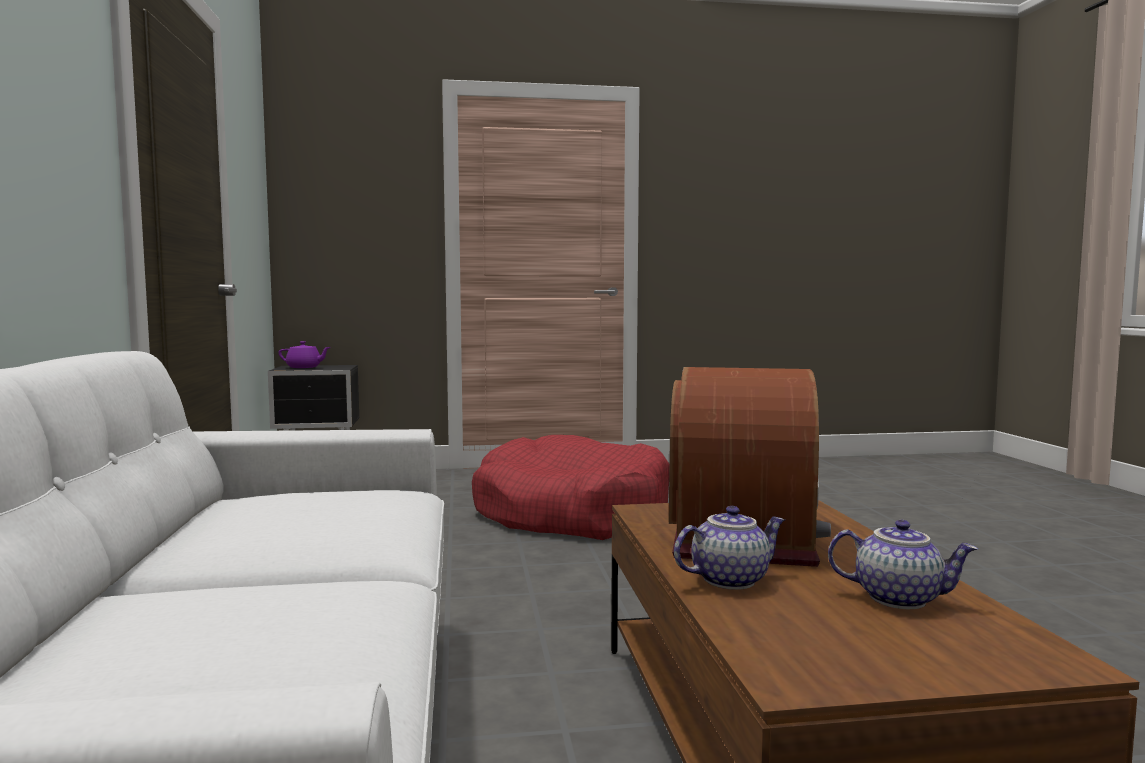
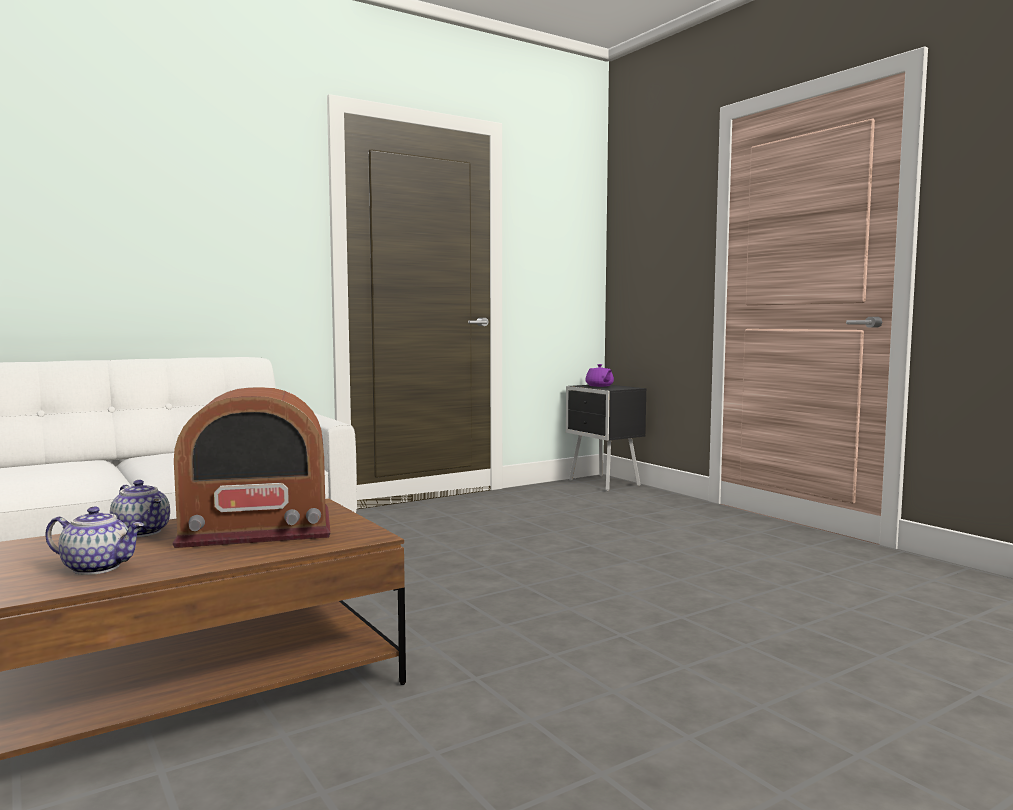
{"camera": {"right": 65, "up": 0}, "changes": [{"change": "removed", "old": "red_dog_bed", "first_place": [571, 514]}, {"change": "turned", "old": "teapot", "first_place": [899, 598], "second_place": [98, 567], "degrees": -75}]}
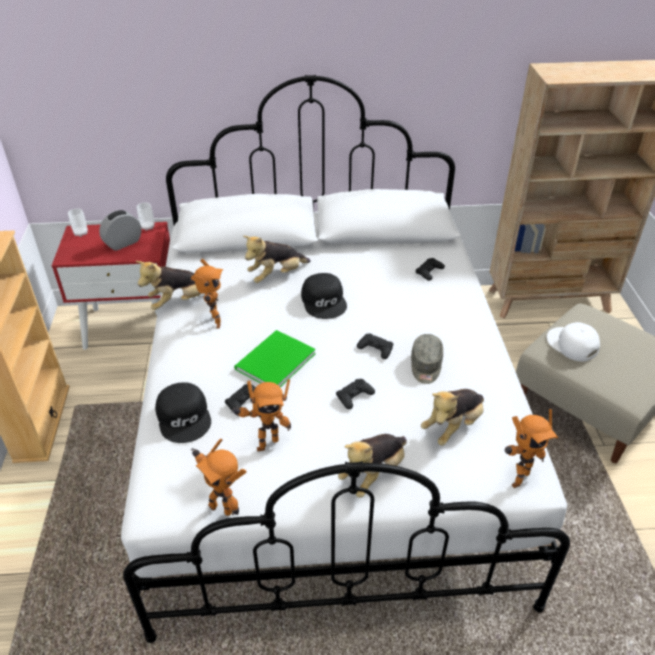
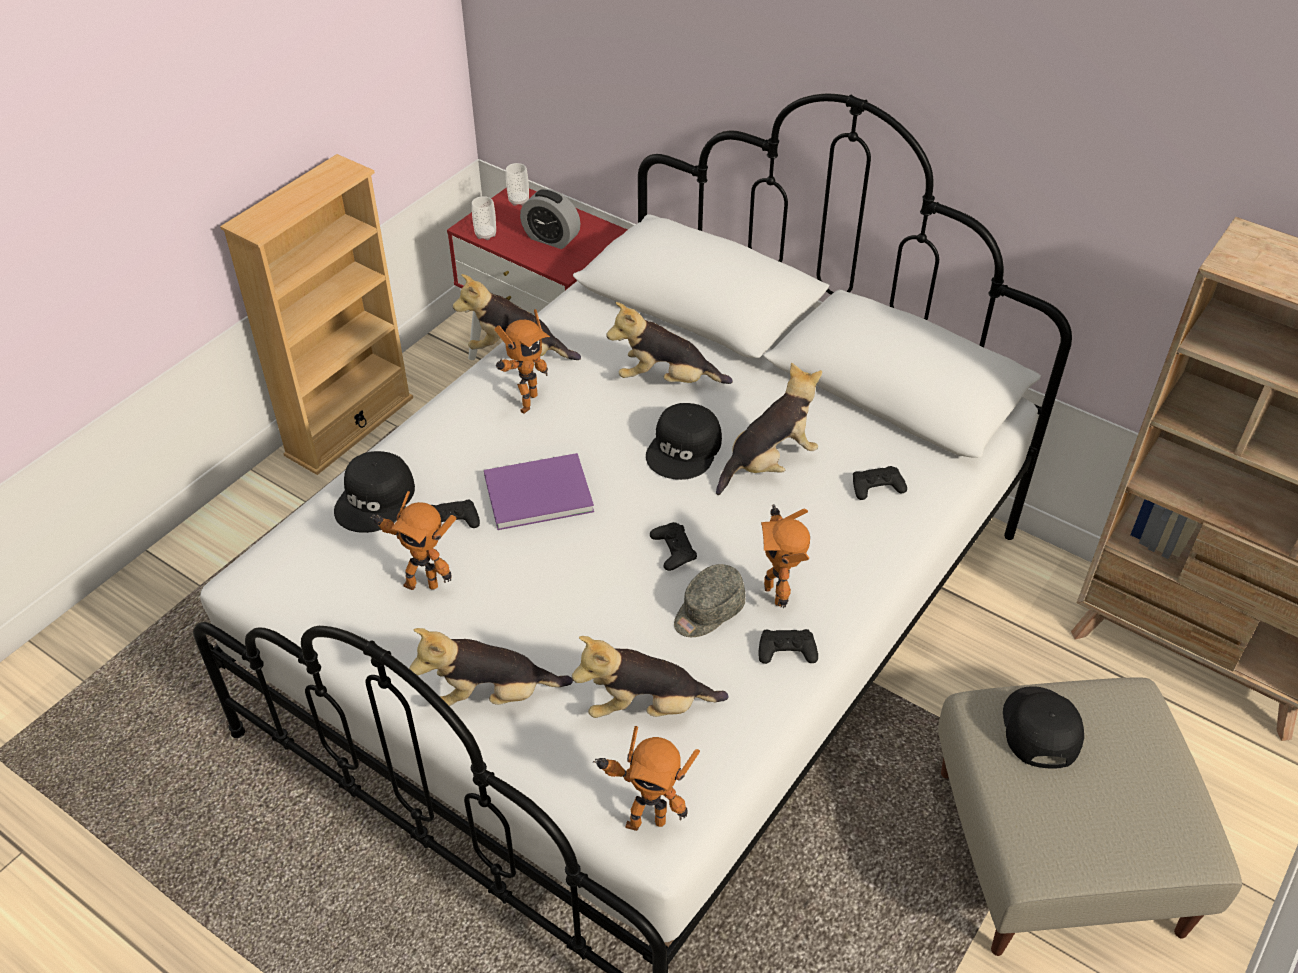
{"camera": {"right": 40, "up": 5}, "changes": [{"change": "added", "new": "plush_toy", "second_place": [769, 463]}, {"change": "moved", "old": "cup", "first_place": [148, 227], "second_place": [485, 234]}, {"change": "moved", "old": "toy_robot", "first_place": [222, 506], "second_place": [778, 593]}, {"change": "moved", "old": "black_game_controller", "first_place": [354, 396], "second_place": [787, 650]}, {"change": "recoloured", "old": "green_book", "new": "purple_book", "first_place": [273, 362], "second_place": [534, 492]}, {"change": "recoloured", "old": "white_cap", "new": "black_cap", "first_place": [571, 345], "second_place": [1039, 729]}, {"change": "turned", "old": "alarm_clock", "first_place": [123, 243], "second_place": [551, 239], "degrees": -150}]}
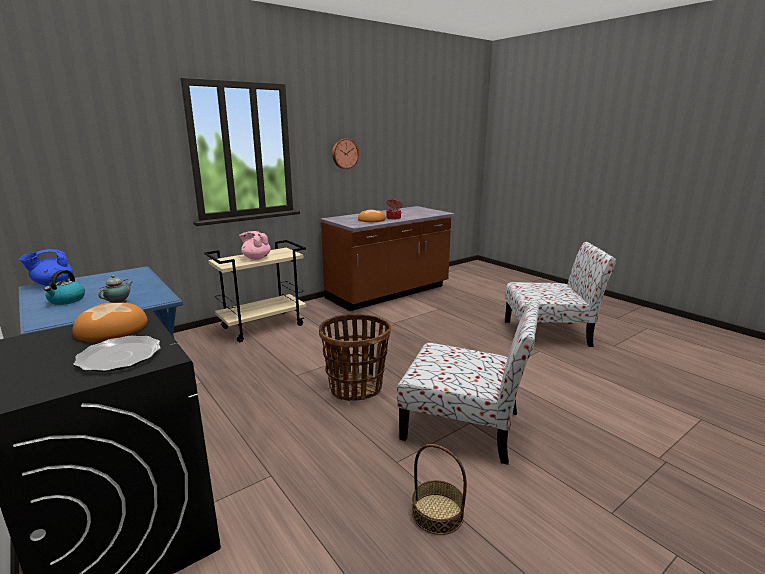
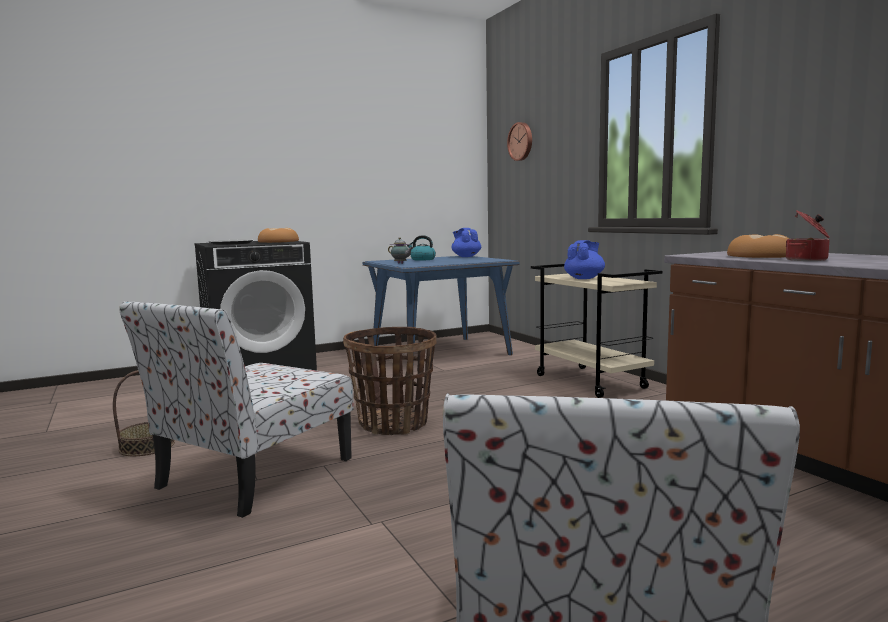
{"camera": {"right": 100, "up": -10}, "changes": [{"change": "moved", "old": "wall_clock", "first_place": [344, 153], "second_place": [521, 141]}, {"change": "recoloured", "old": "pink_teapot", "new": "blue_teapot", "first_place": [256, 258], "second_place": [584, 278]}]}
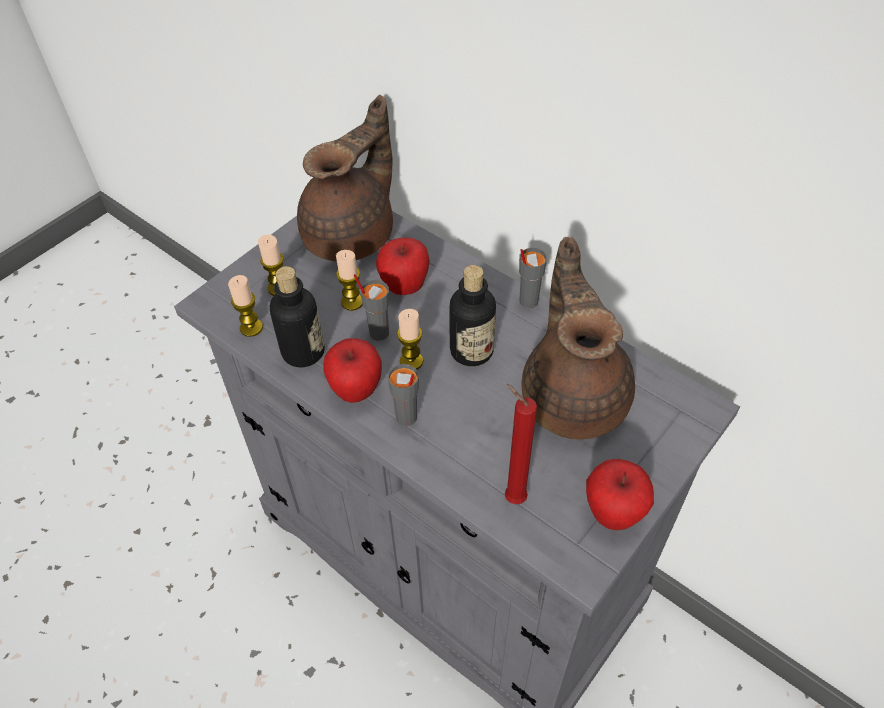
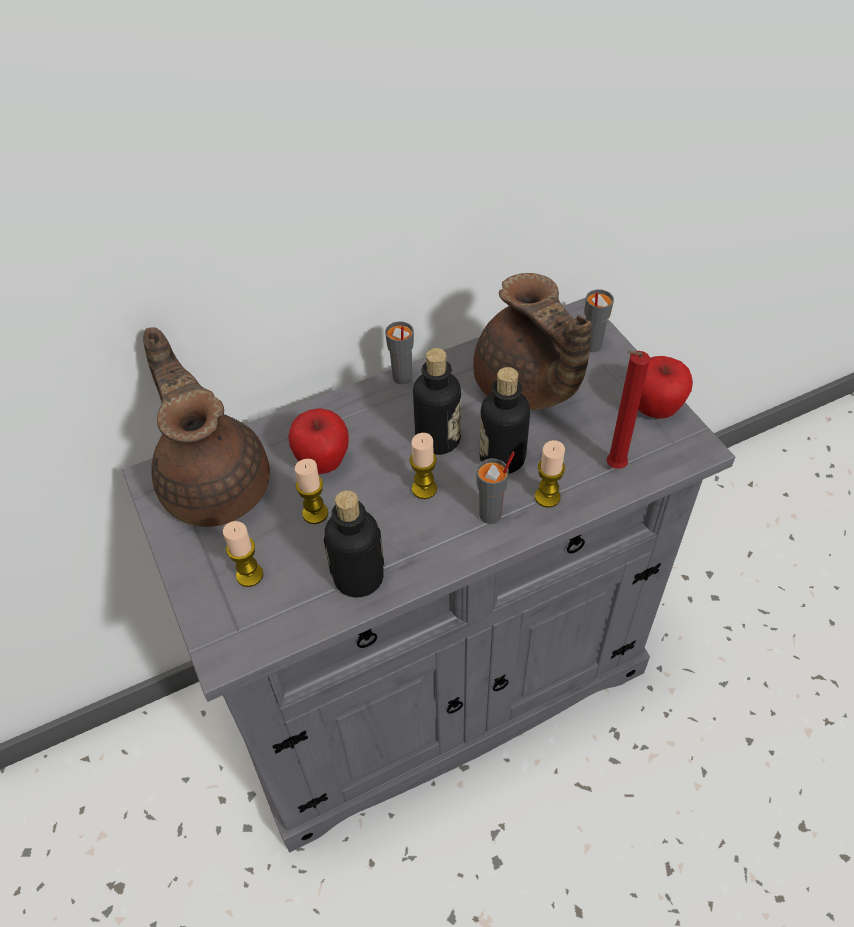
{"camera": {"right": -65, "up": 0}, "changes": [{"change": "removed", "old": "apple", "first_place": [356, 390]}, {"change": "added", "new": "bottle", "second_place": [502, 458]}, {"change": "moved", "old": "candle", "first_place": [251, 328], "second_place": [547, 497]}, {"change": "moved", "old": "grey_cup", "first_place": [378, 332], "second_place": [591, 345]}, {"change": "turned", "old": "brown_teapot", "first_place": [574, 395], "second_place": [527, 387], "degrees": -135}]}
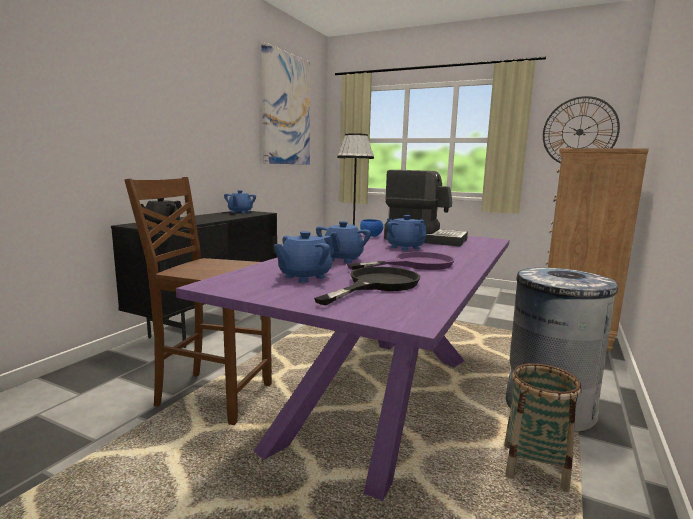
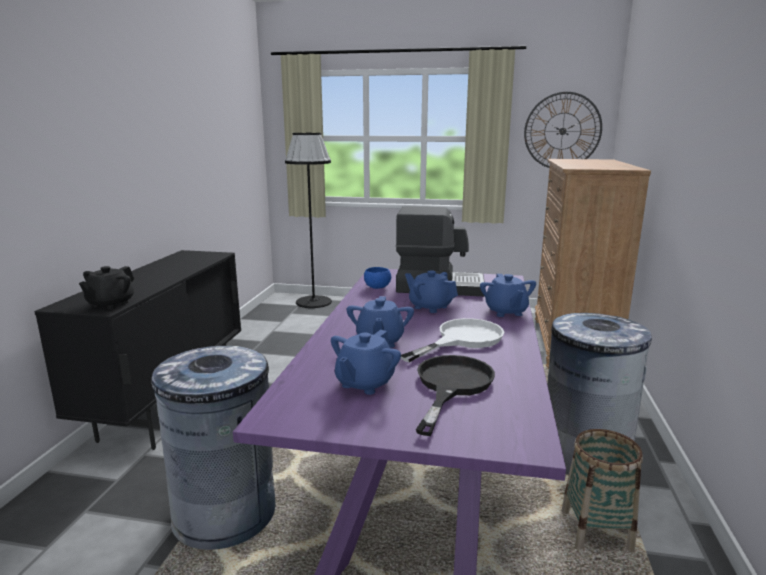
{"camera": {"right": -15, "up": 5}, "changes": [{"change": "removed", "old": "picture", "first_place": [286, 109]}, {"change": "moved", "old": "blue_teapot", "first_place": [240, 212], "second_place": [506, 312]}, {"change": "replaced", "old": "brown_chair", "new": "grey_trash_can", "first_place": [212, 395], "second_place": [225, 513]}, {"change": "recoloured", "old": "purple_frying_pan", "new": "white_frying_pan", "first_place": [414, 264], "second_place": [462, 339]}]}
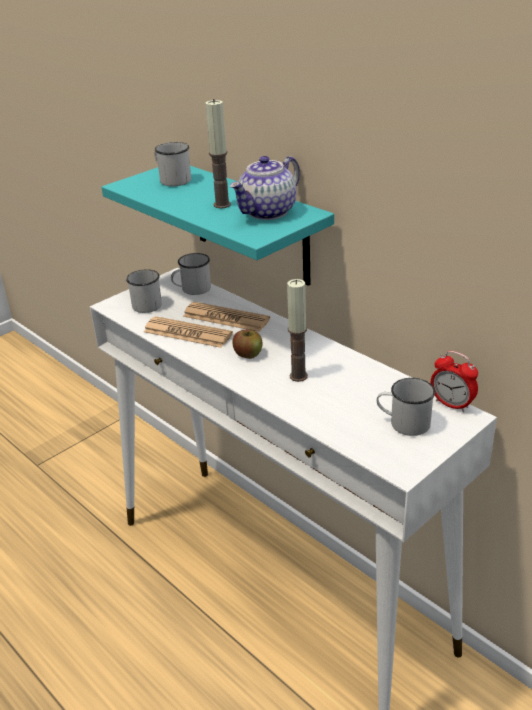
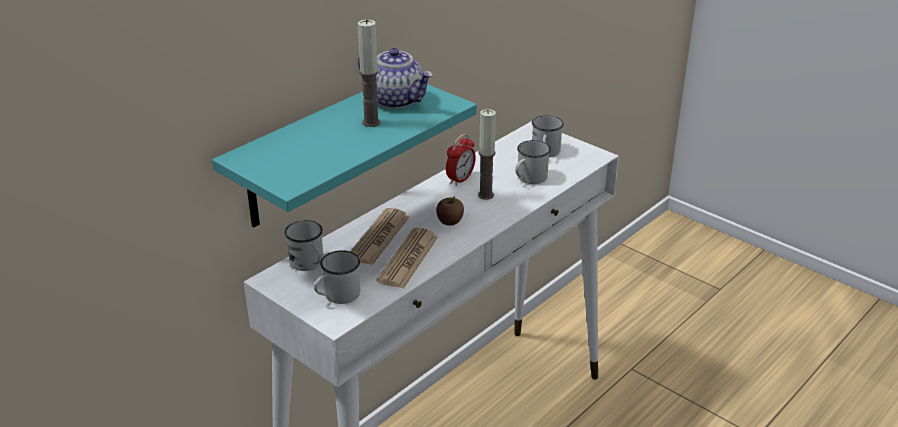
{"camera": {"right": -95, "up": 0}, "changes": [{"change": "moved", "old": "white_mug", "first_place": [172, 179], "second_place": [529, 179]}, {"change": "moved", "old": "alarm_clock", "first_place": [452, 404], "second_place": [460, 179]}]}
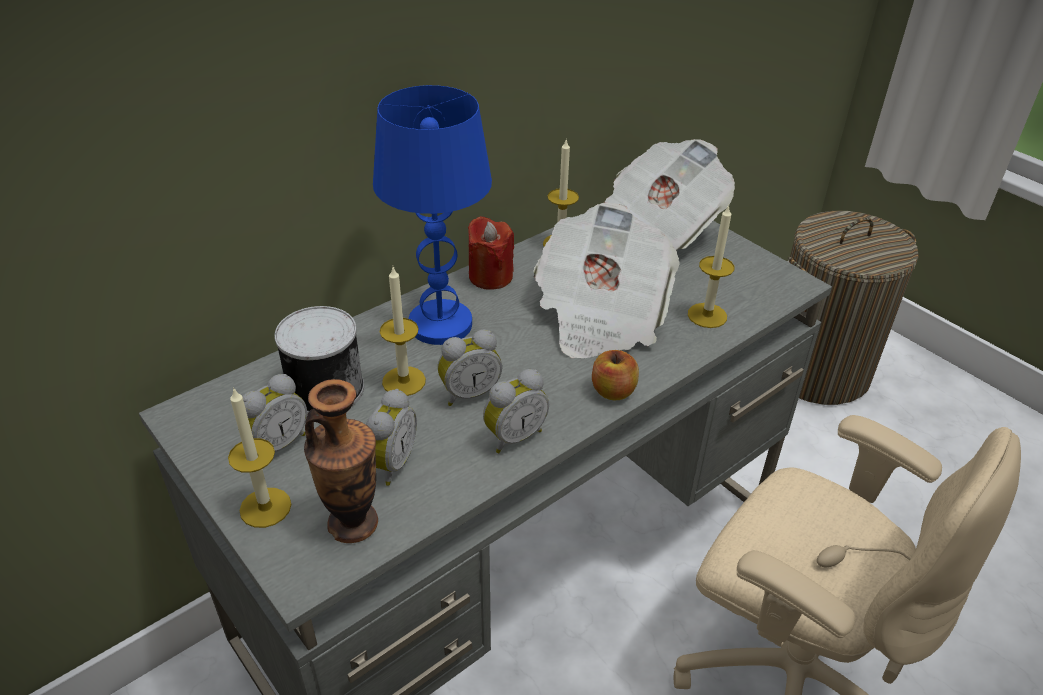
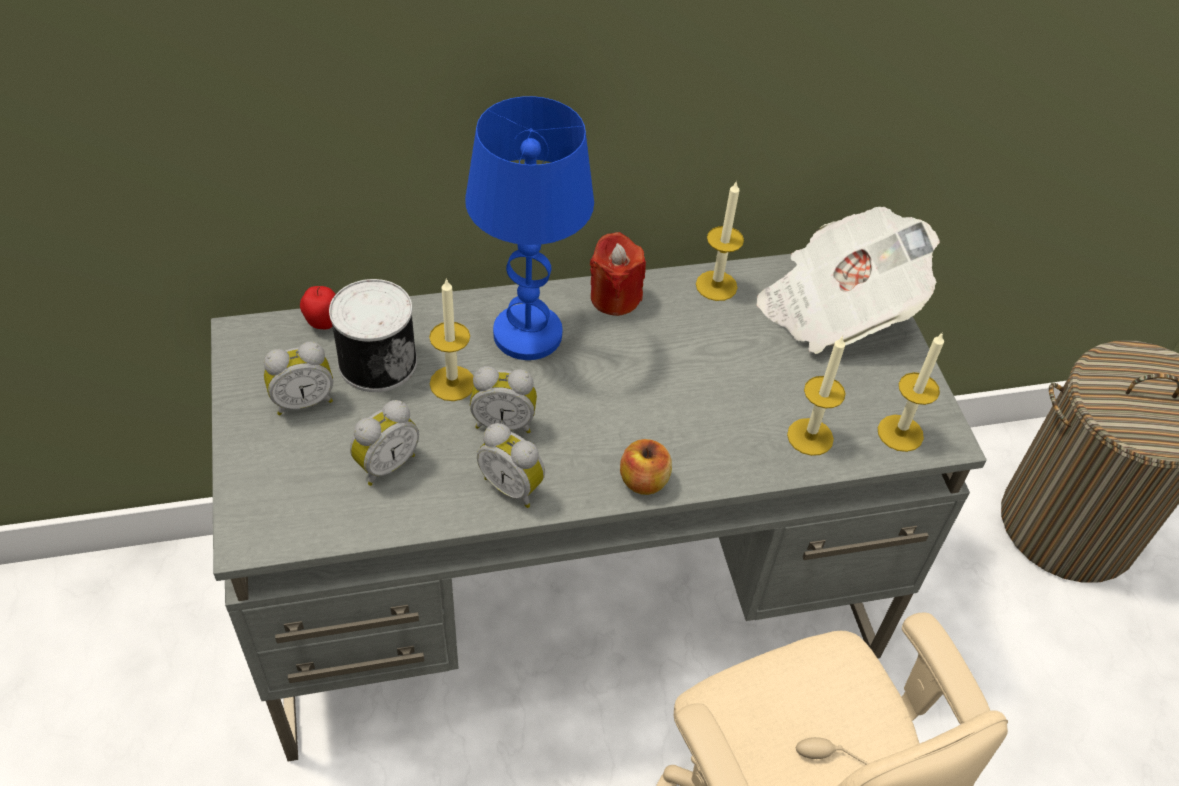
{"camera": {"right": 25, "up": 10}, "changes": [{"change": "removed", "old": "vase", "first_place": [353, 523]}, {"change": "removed", "old": "newspaper", "first_place": [600, 314]}, {"change": "added", "new": "apple", "second_place": [323, 323]}, {"change": "moved", "old": "candle", "first_place": [265, 507], "second_place": [900, 433]}, {"change": "turned", "old": "alarm_clock", "first_place": [513, 436], "second_place": [513, 486], "degrees": 45}]}
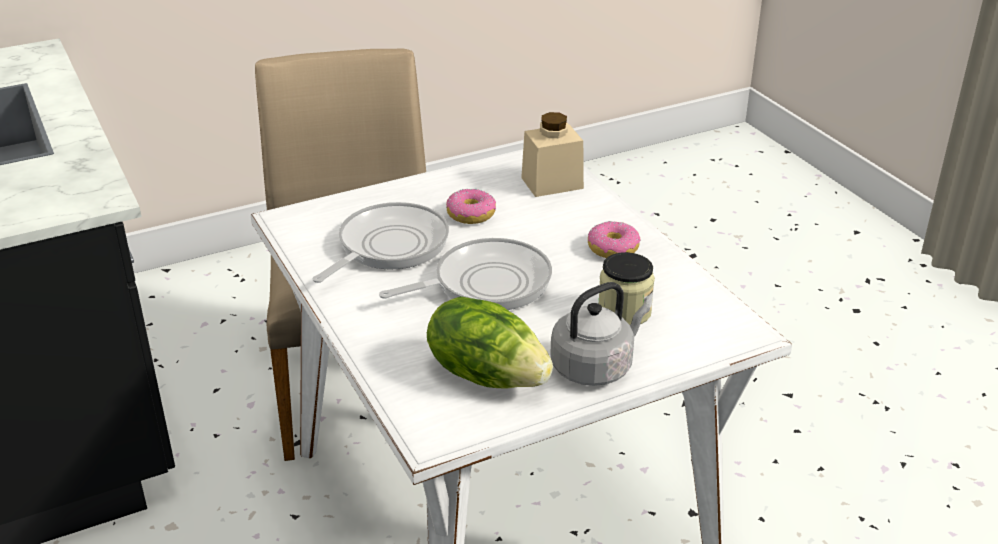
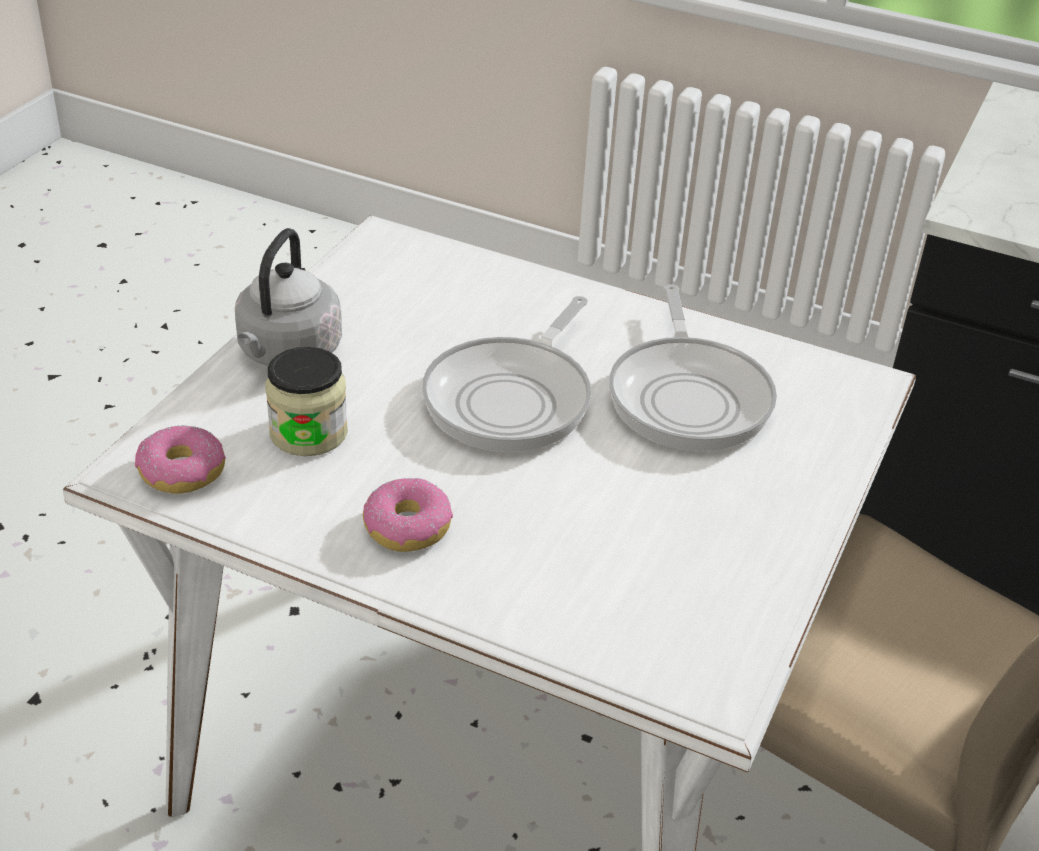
{"camera": {"right": 140, "up": 5}, "changes": [{"change": "removed", "old": "lettuce", "first_place": [487, 374]}, {"change": "removed", "old": "beige_jar", "first_place": [552, 183]}, {"change": "moved", "old": "donut", "first_place": [471, 214], "second_place": [181, 472]}]}
